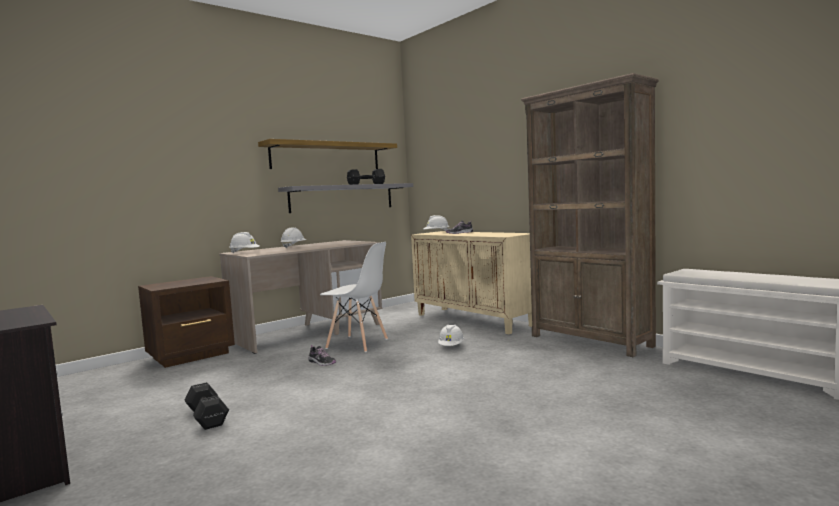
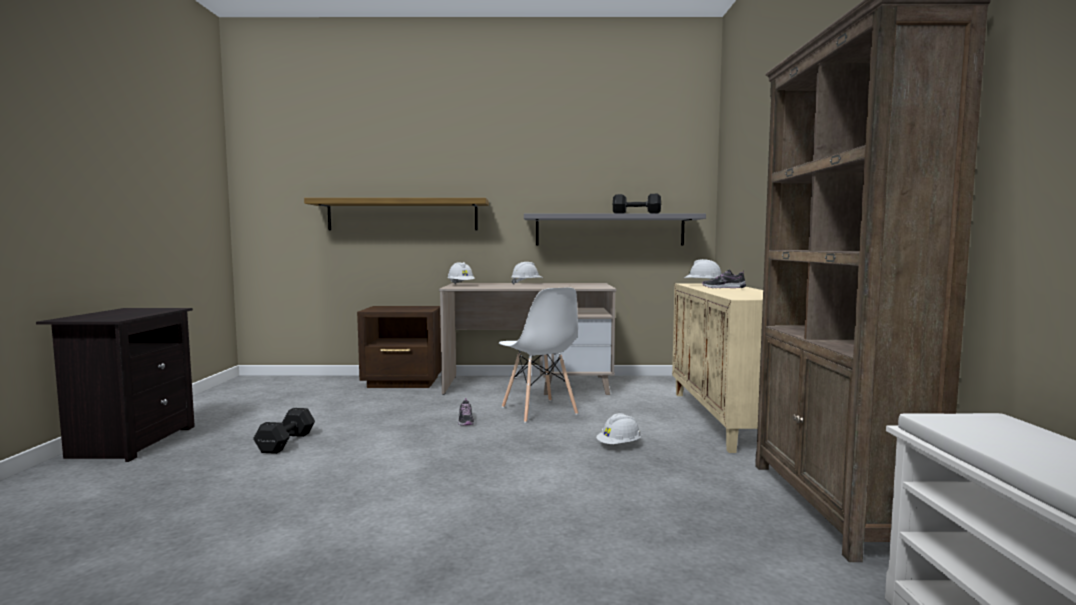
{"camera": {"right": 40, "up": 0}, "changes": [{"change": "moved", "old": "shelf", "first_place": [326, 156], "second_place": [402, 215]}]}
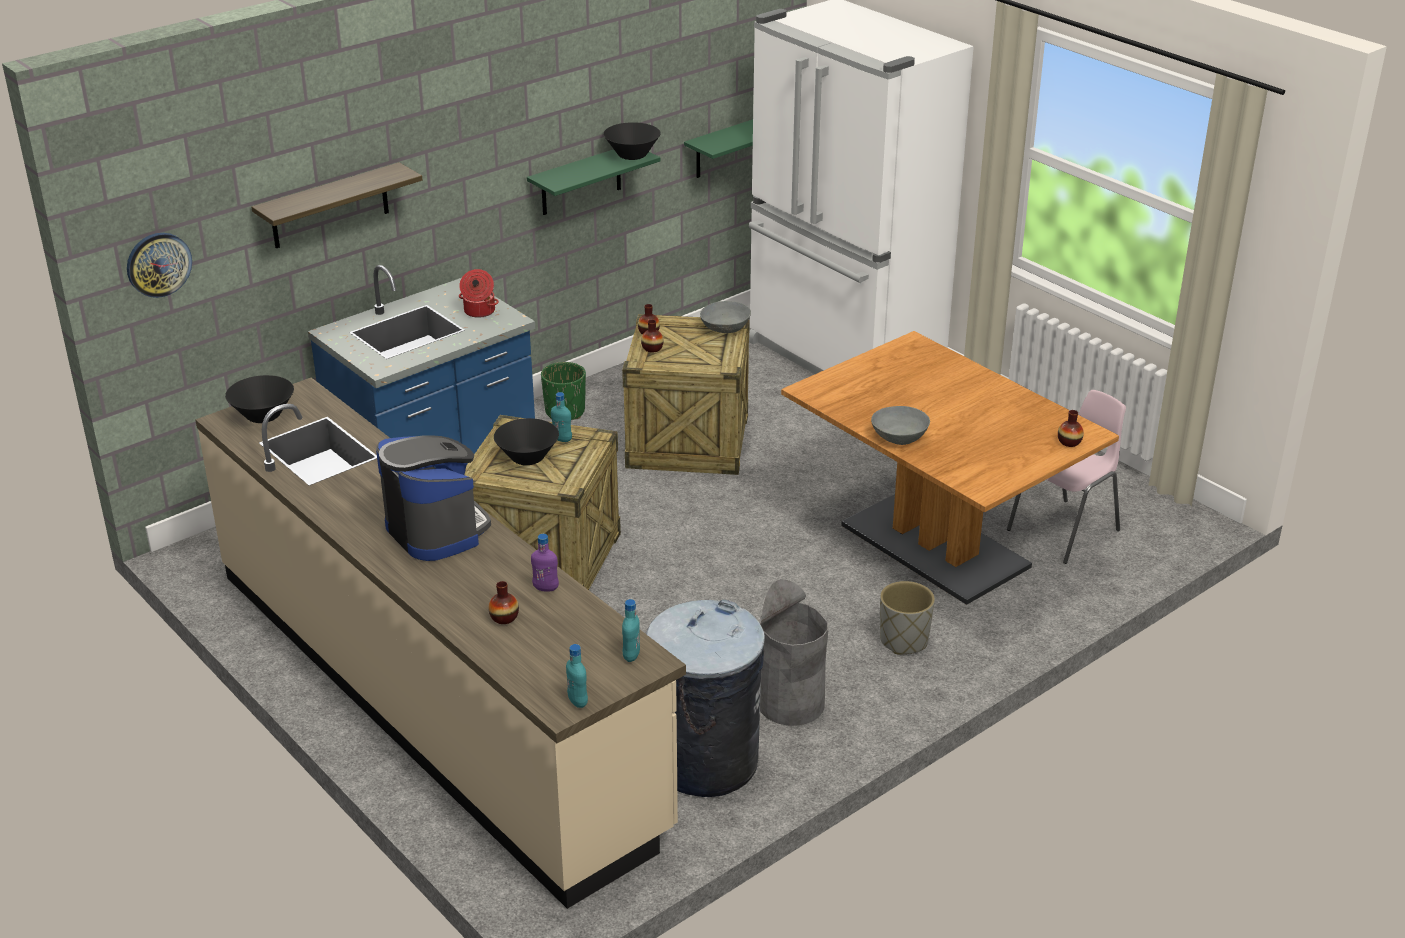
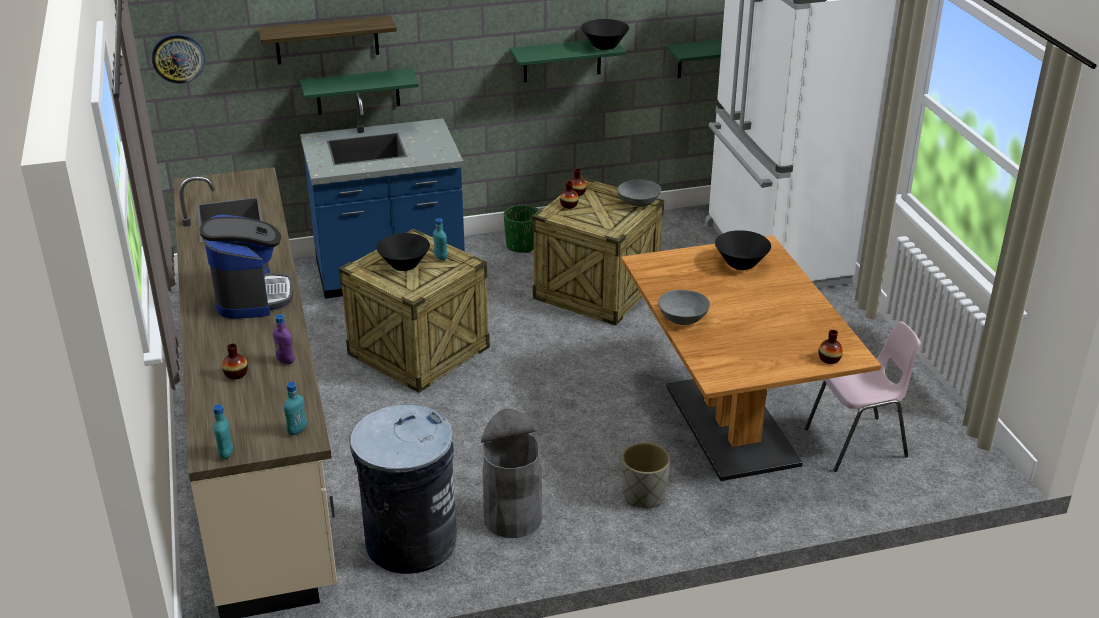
{"camera": {"right": 25, "up": 0}, "changes": [{"change": "removed", "old": "cooking_pot", "first_place": [479, 311]}, {"change": "added", "new": "green_shelf", "second_place": [357, 91]}, {"change": "moved", "old": "black_bowl", "first_place": [263, 416], "second_place": [741, 264]}]}
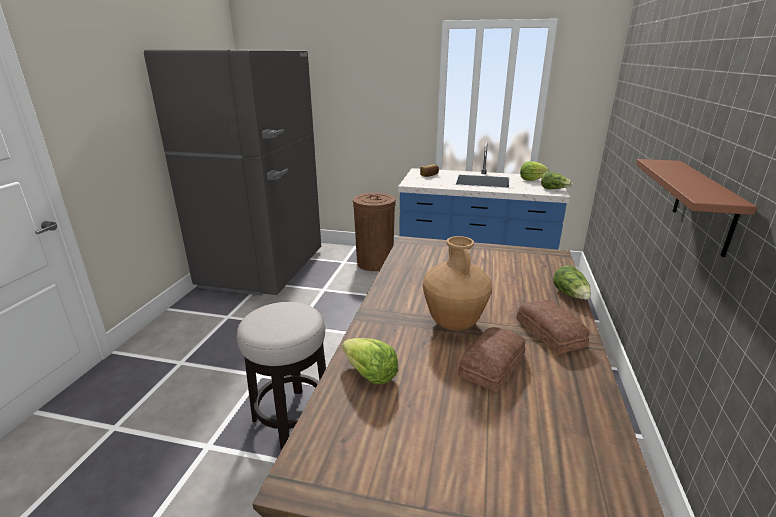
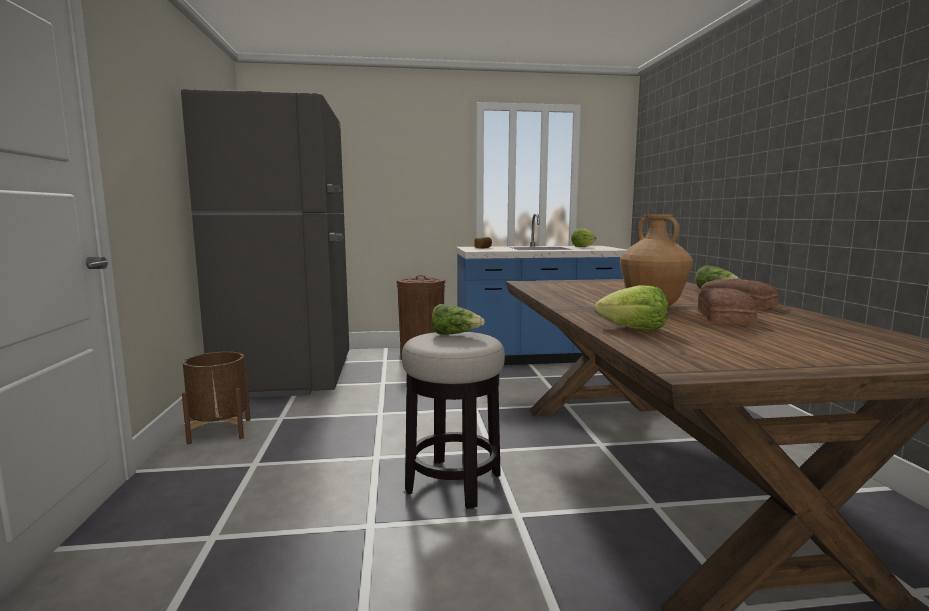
{"camera": {"right": -20, "up": -15}, "changes": [{"change": "removed", "old": "brown_shelf", "first_place": [704, 206]}, {"change": "added", "new": "brown_planter", "second_place": [220, 431]}, {"change": "moved", "old": "lettuce", "first_place": [554, 189], "second_place": [455, 334]}]}
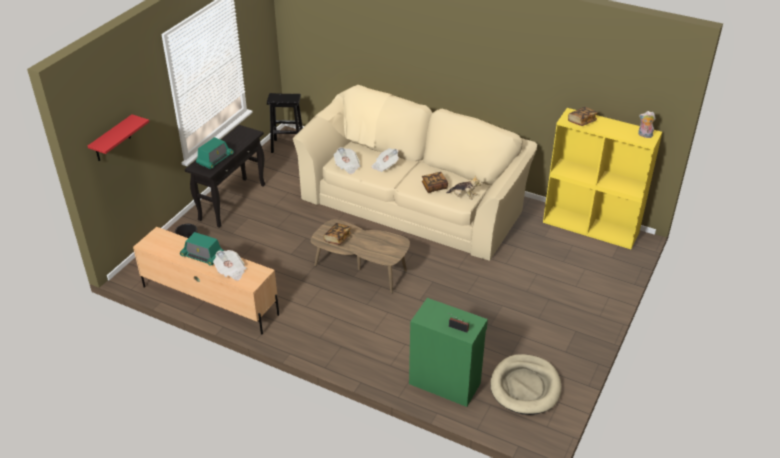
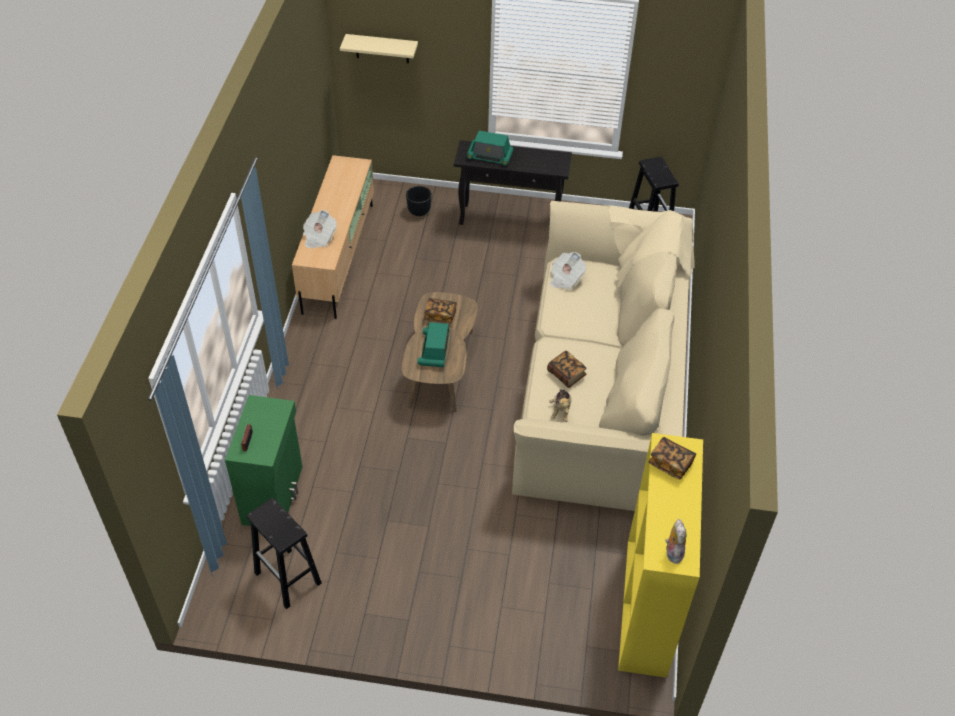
{"camera": {"right": 70, "up": 10}, "changes": [{"change": "removed", "old": "newspaper", "first_place": [385, 166]}, {"change": "moved", "old": "radio", "first_place": [202, 255], "second_place": [434, 350]}, {"change": "replaced", "old": "beige_dog_bed", "new": "black_stool", "first_place": [525, 387], "second_place": [288, 578]}, {"change": "recoloured", "old": "red_shelf", "new": "beige_shelf", "first_place": [112, 139], "second_place": [382, 48]}]}
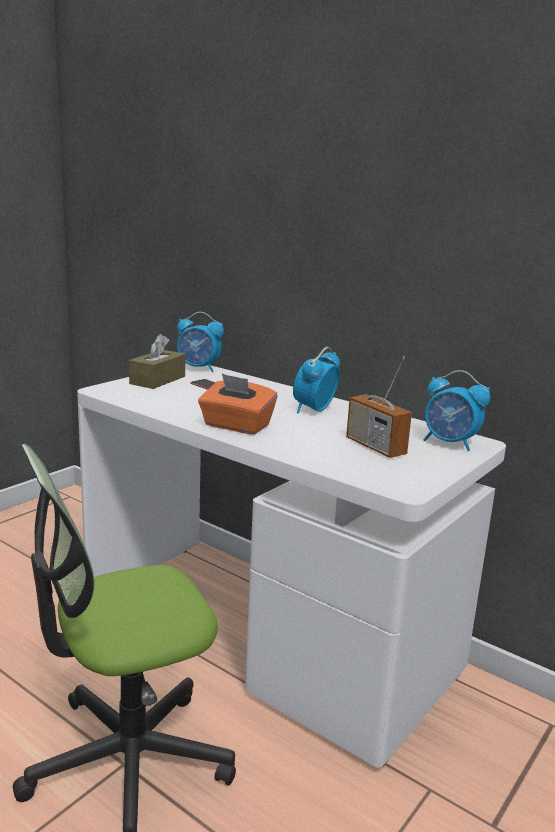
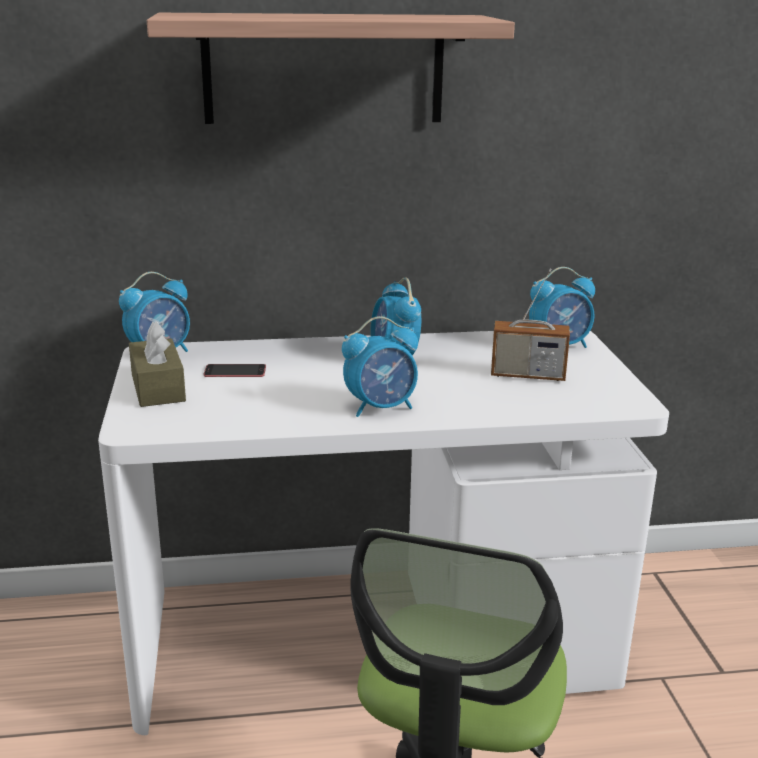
{"camera": {"right": -45, "up": 5}, "changes": [{"change": "added", "new": "shelf", "second_place": [324, 69]}, {"change": "replaced", "old": "orange_tissue_box", "new": "alarm_clock", "first_place": [236, 426], "second_place": [381, 408]}]}
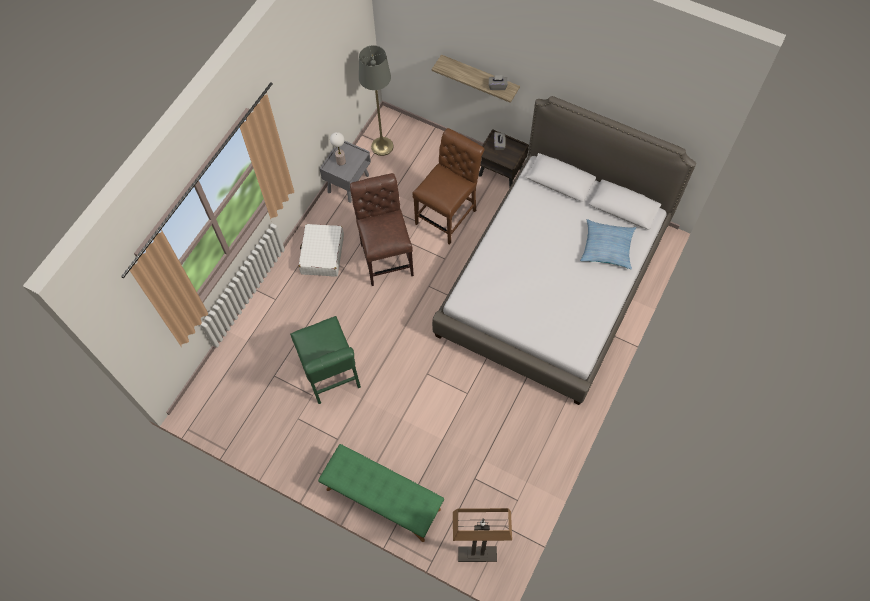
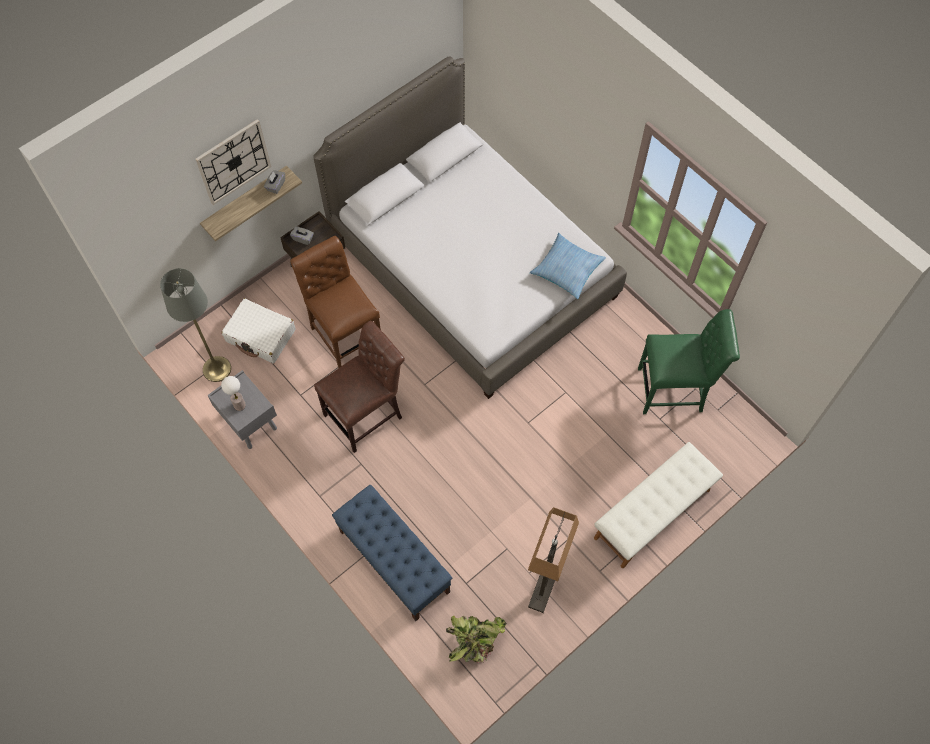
{"camera": {"right": -70, "up": 0}, "changes": [{"change": "added", "new": "wall_clock", "second_place": [233, 162]}, {"change": "added", "new": "blue_bench", "second_place": [394, 561]}, {"change": "added", "new": "potted_plant", "second_place": [474, 642]}, {"change": "moved", "old": "green_chair", "first_place": [331, 376], "second_place": [674, 390]}, {"change": "moved", "old": "white_suitcase", "first_place": [322, 254], "second_place": [261, 336]}, {"change": "moved", "old": "floor_lamp", "first_place": [477, 554], "second_place": [543, 590]}, {"change": "moved", "old": "pillow", "first_place": [607, 247], "second_place": [567, 269]}, {"change": "recoloured", "old": "green_bench", "new": "white_bench", "first_place": [382, 499], "second_place": [652, 514]}, {"change": "turned", "old": "brown_chair", "first_place": [386, 256], "second_place": [367, 414], "degrees": 135}]}
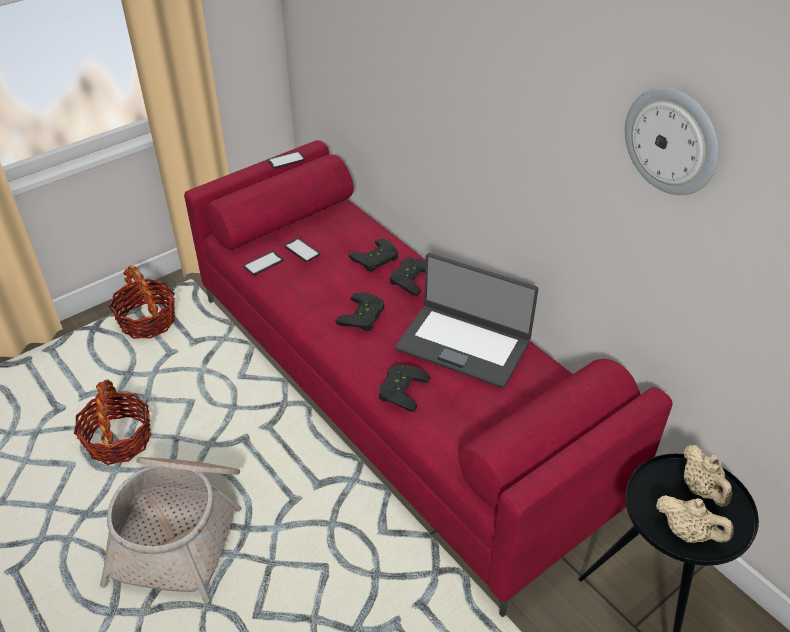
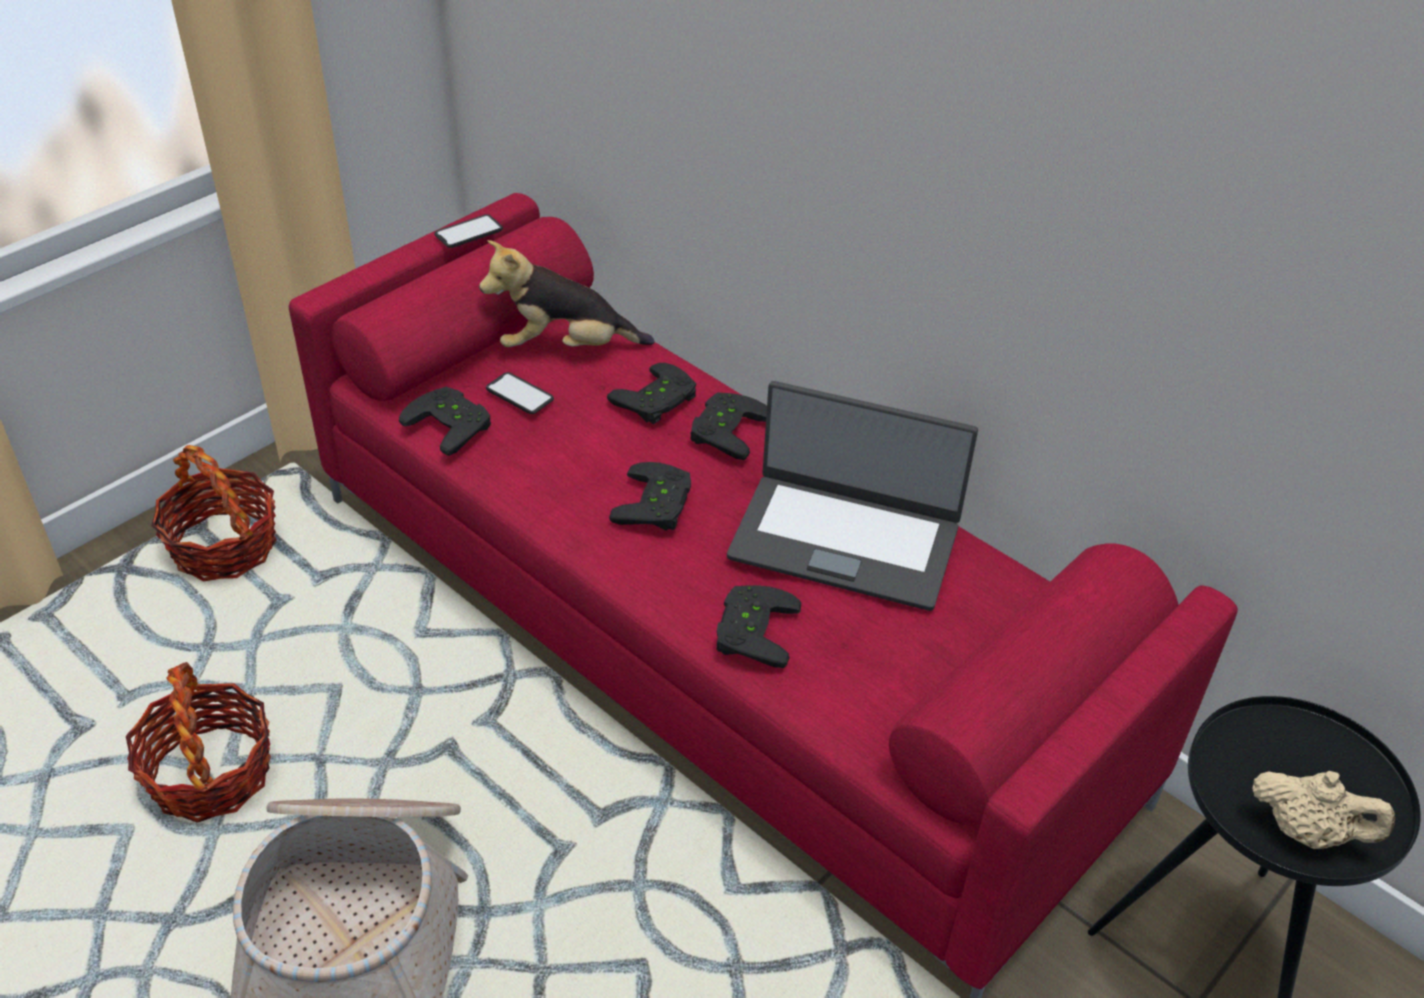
{"camera": {"right": -10, "up": 0}, "changes": [{"change": "removed", "old": "wall_clock", "first_place": [672, 141]}, {"change": "removed", "old": "beige_teapot", "first_place": [701, 489]}, {"change": "added", "new": "plush_toy", "second_place": [565, 347]}, {"change": "replaced", "old": "phone", "new": "black_game_controller", "first_place": [263, 264], "second_place": [453, 423]}]}
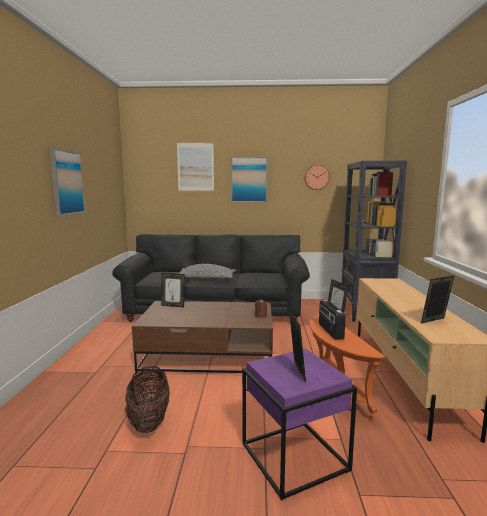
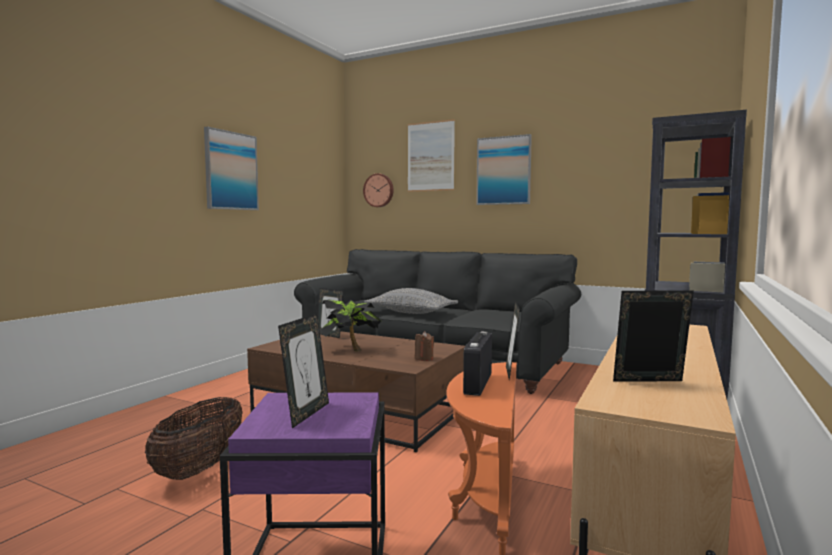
{"camera": {"right": 25, "up": -5}, "changes": [{"change": "added", "new": "potted_plant", "second_place": [350, 349]}, {"change": "moved", "old": "wall_clock", "first_place": [316, 177], "second_place": [379, 190]}]}
